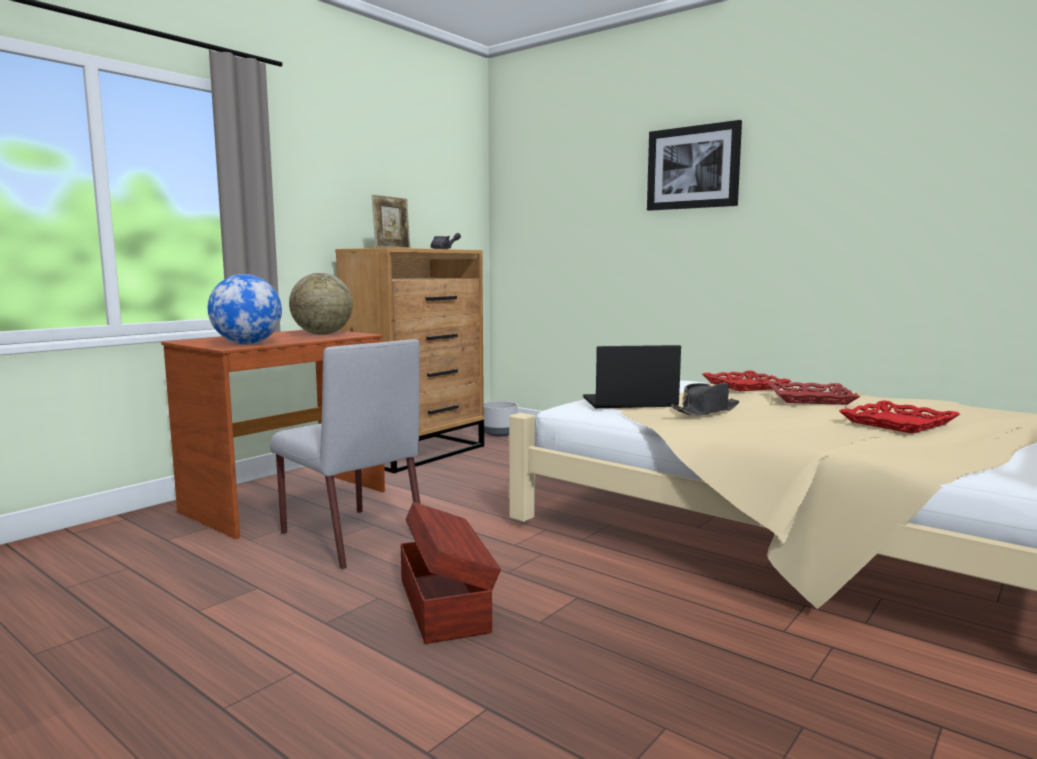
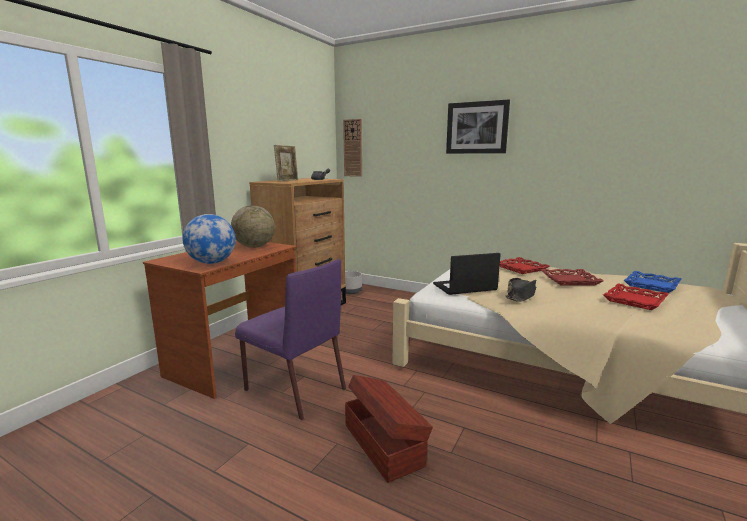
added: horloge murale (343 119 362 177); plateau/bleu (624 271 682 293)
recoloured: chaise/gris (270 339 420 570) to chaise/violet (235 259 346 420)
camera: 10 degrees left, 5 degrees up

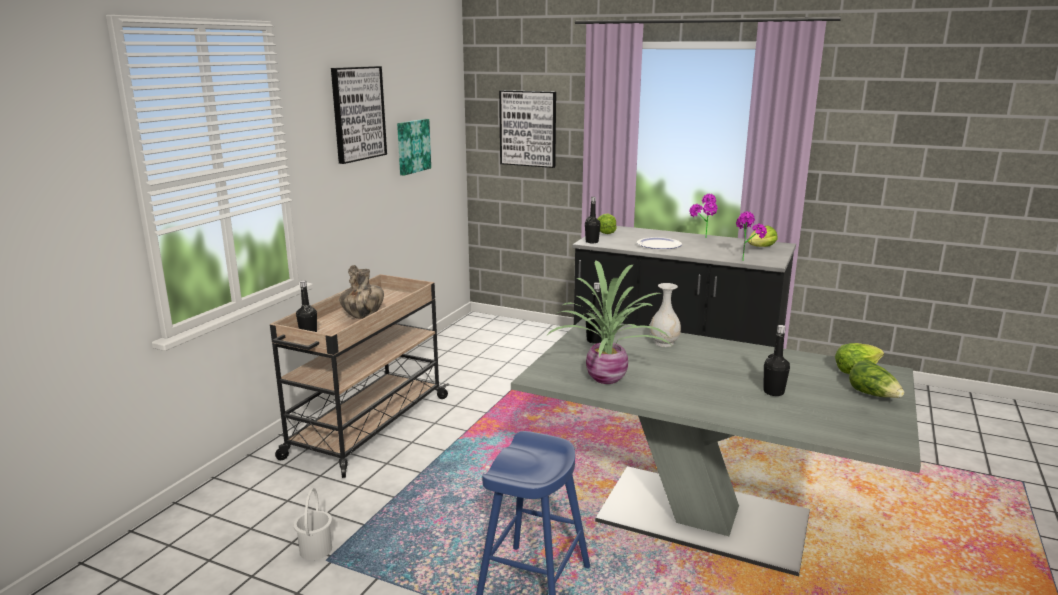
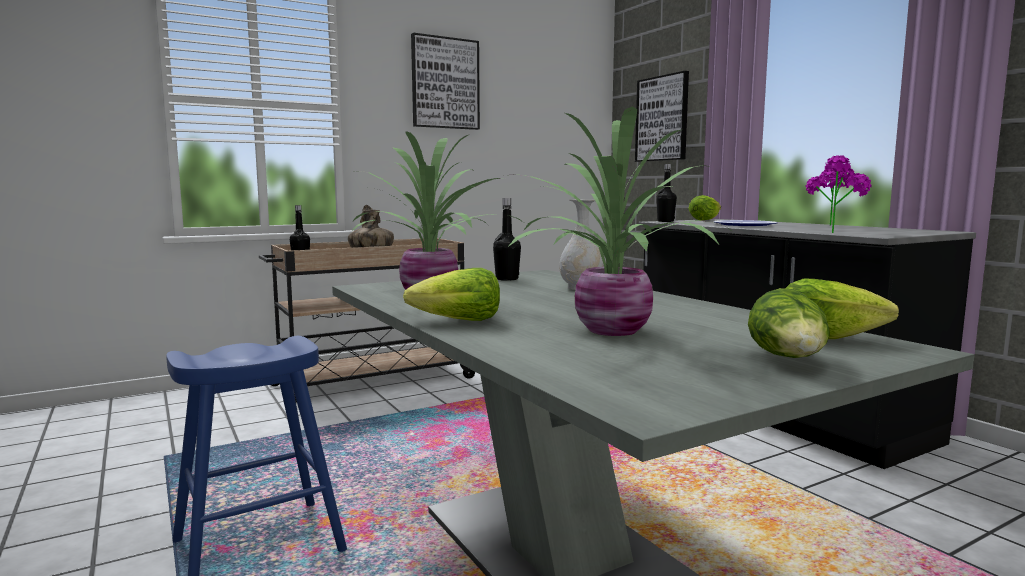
removed: tableau (397 119 431 176); seau/blanc (293 488 332 560)
moved: laitue (747 225 778 247) to (403 268 500 321)
replaced: bouteille/noir (763 325 790 396) to plante en pot (508 106 735 336)
camera: 35 degrees right, 10 degrees down

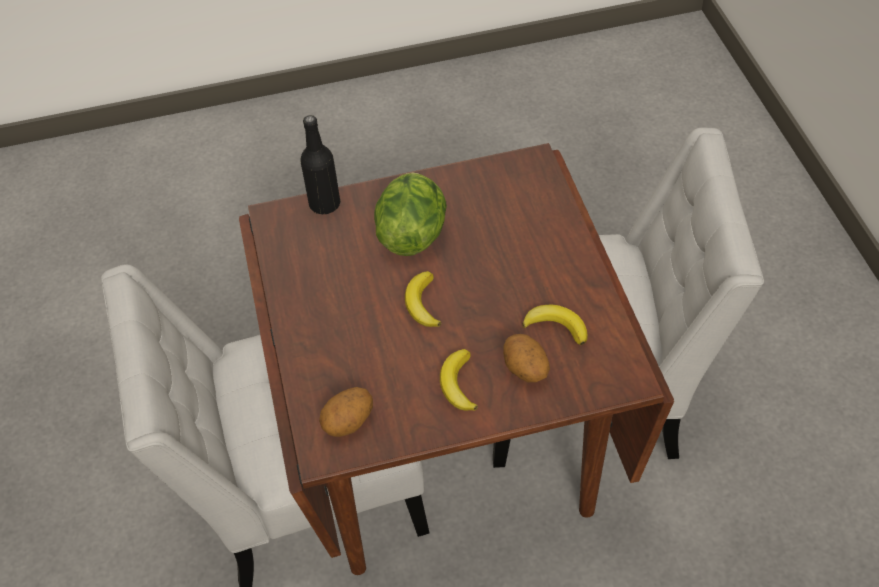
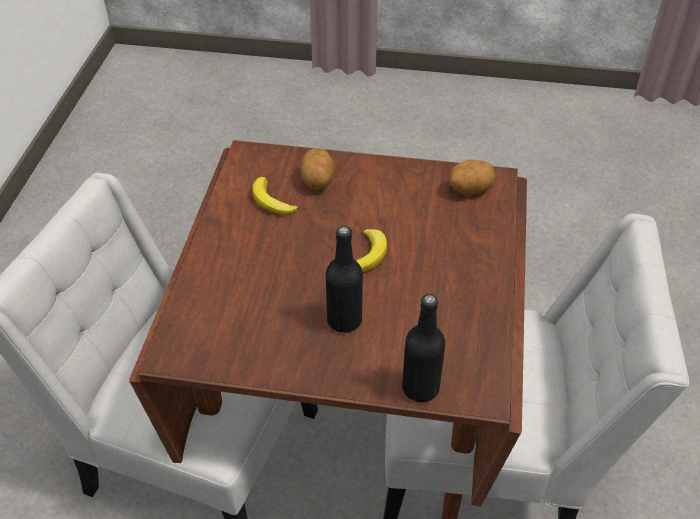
removed: banane (440 349 478 411)
replaced: laitue (374 172 447 256) to bouteille/noir (326 226 363 333)
camera: 160 degrees left, 5 degrees down

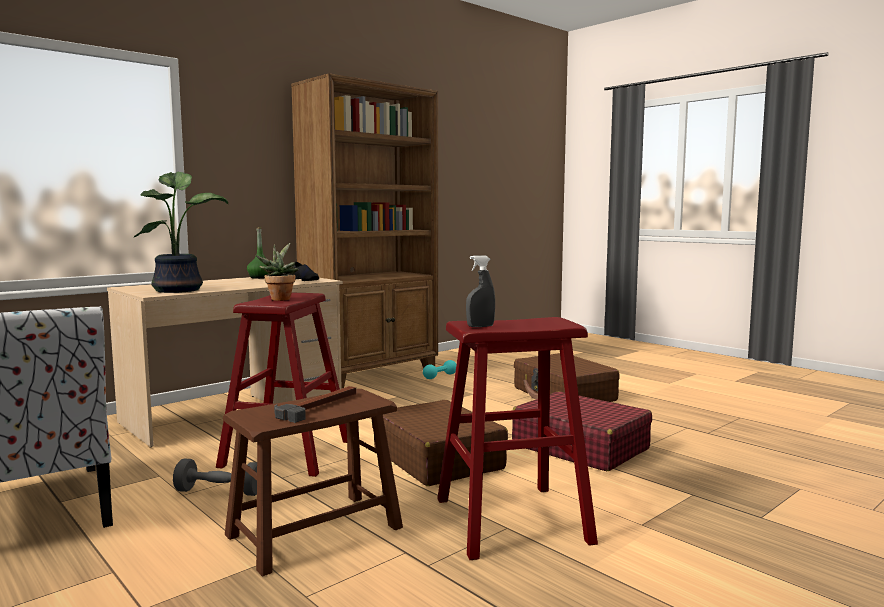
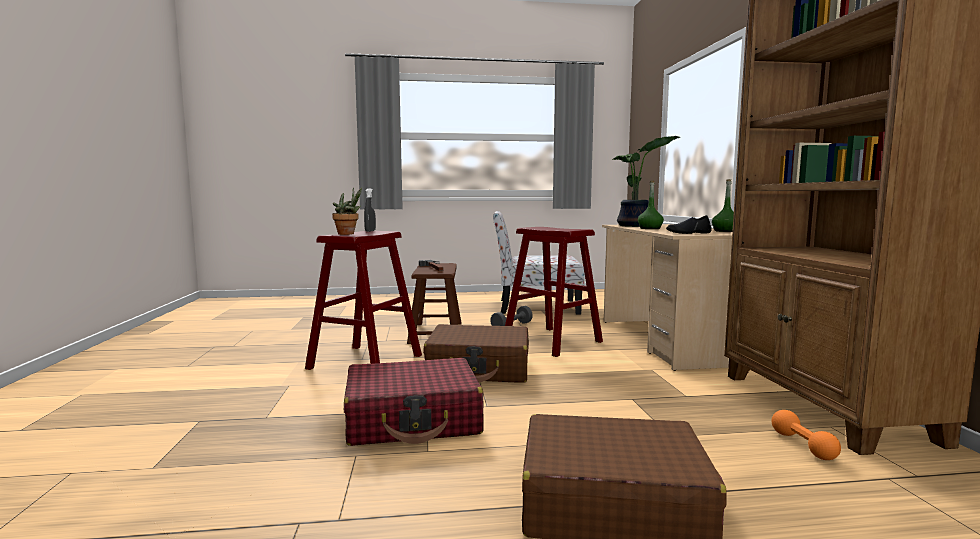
added: bouteille/vert (638 181 664 229)
moved: plante en pot (255 243 298 301) to (332 187 362 235)
recoloured: haltère/turquoise (423 360 457 379) to haltère/orange (772 410 841 460)
camera: 125 degrees right, 0 degrees up

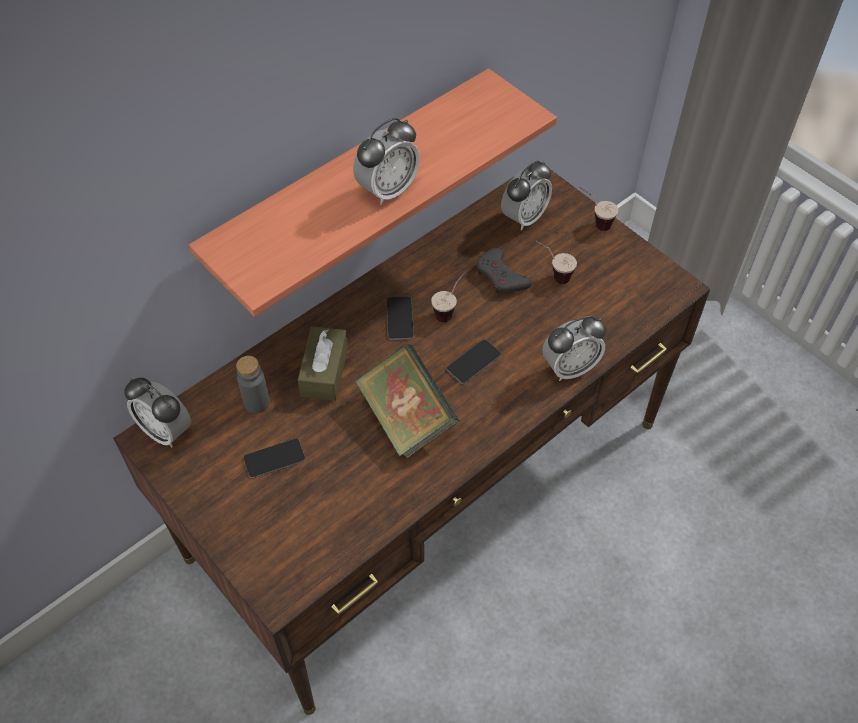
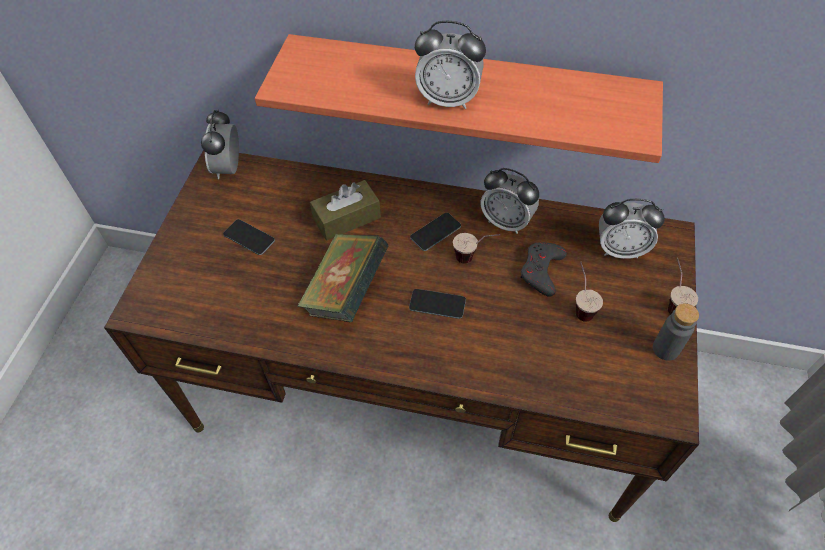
moved: réveil (542 316 606 381) to (481 168 539 234); bouteille/gris (236 356 270 413) to (653 303 699 361)
camera: 55 degrees right, 0 degrees up

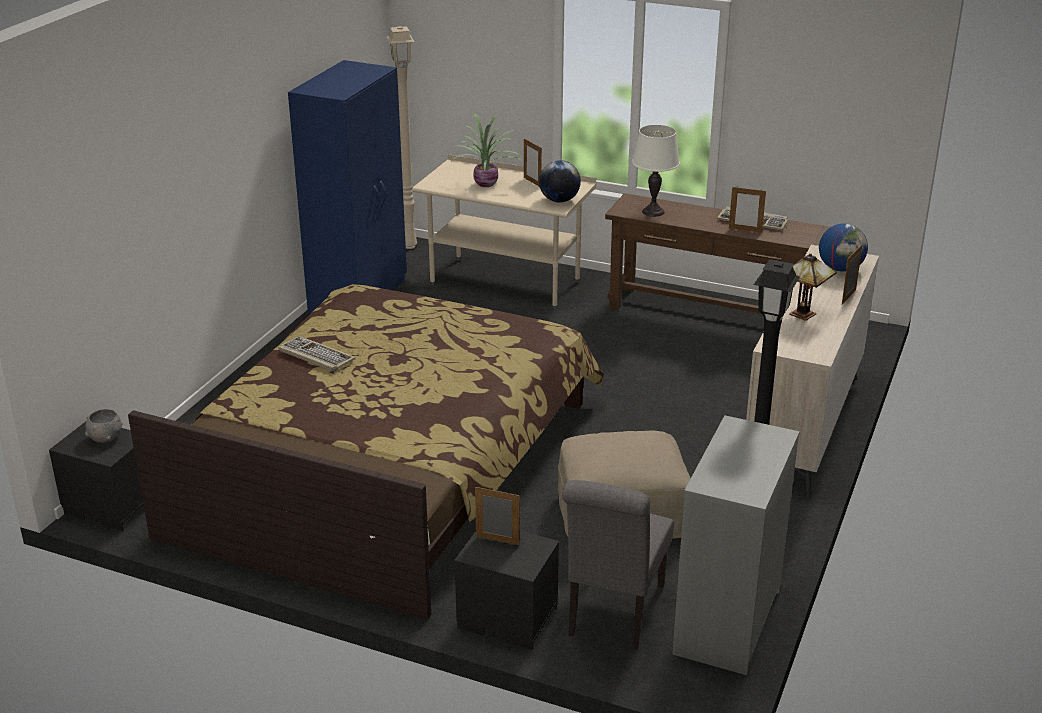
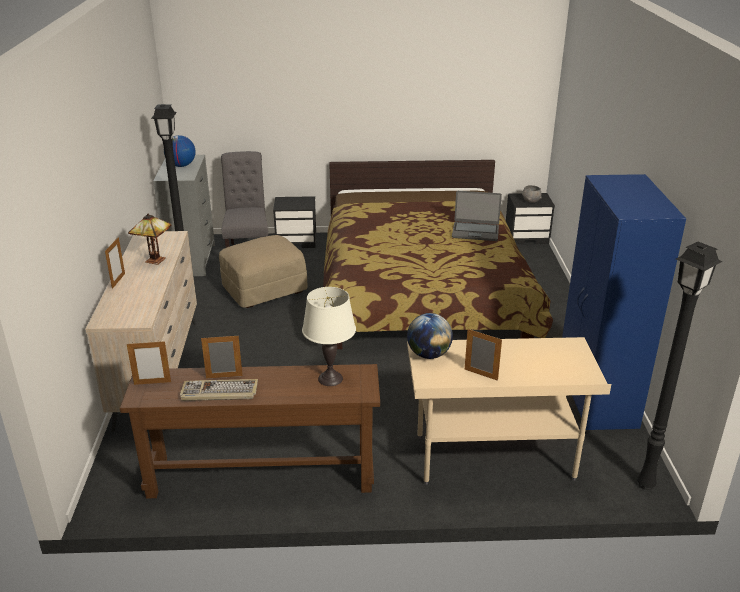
removed: plante en pot (452 114 523 187)
moved: globe (819 223 868 272) to (164 135 196 167); cadre photo (475 487 519 545) to (127 340 171 385)
replaced: clavier (278 336 355 372) to ordinateur portable (452 191 502 241)
recoloured: lampadaire/beige (387 26 417 249) to lampadaire/noir (637 242 723 490)
camera: 155 degrees right, 0 degrees up

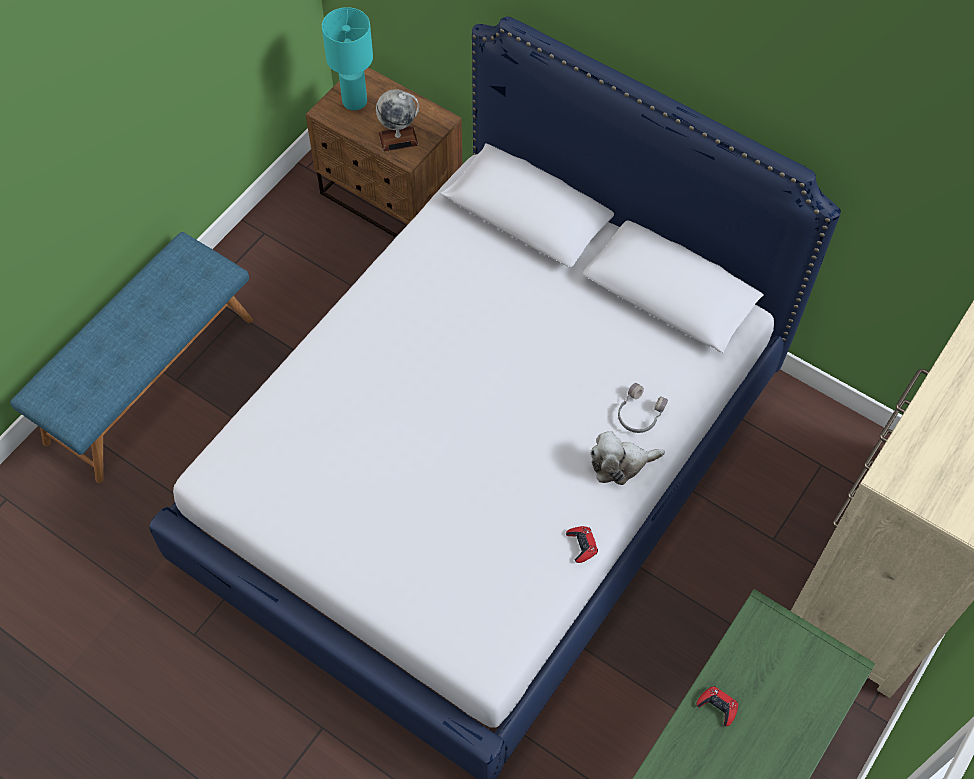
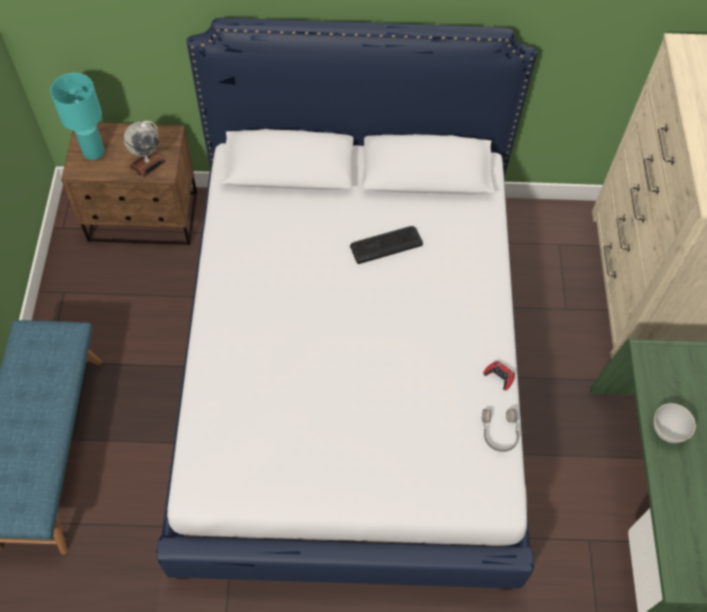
removed: peluche (590 431 665 485)
added: clavier (350 226 423 264)
moved: casque audio/gris (618 383 668 433) to (482 409 519 452)
replaced: manette/rouge (696 686 738 726) to bol/gris (653 403 696 443)
camera: 35 degrees left, 0 degrees up

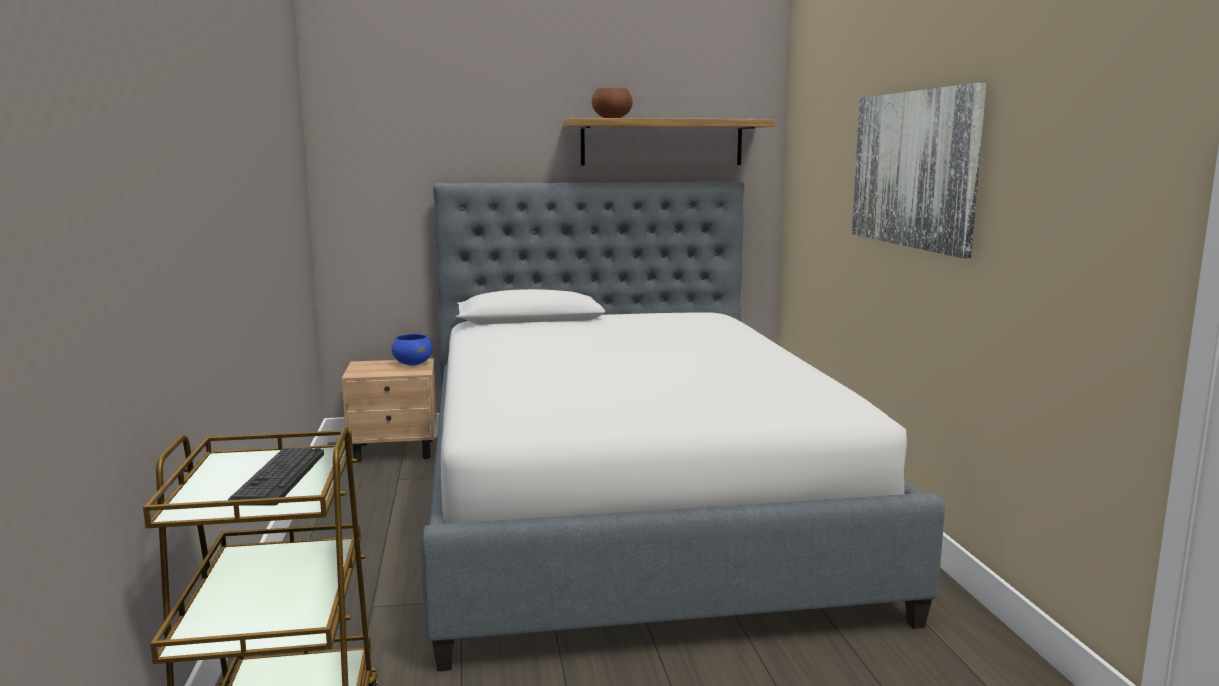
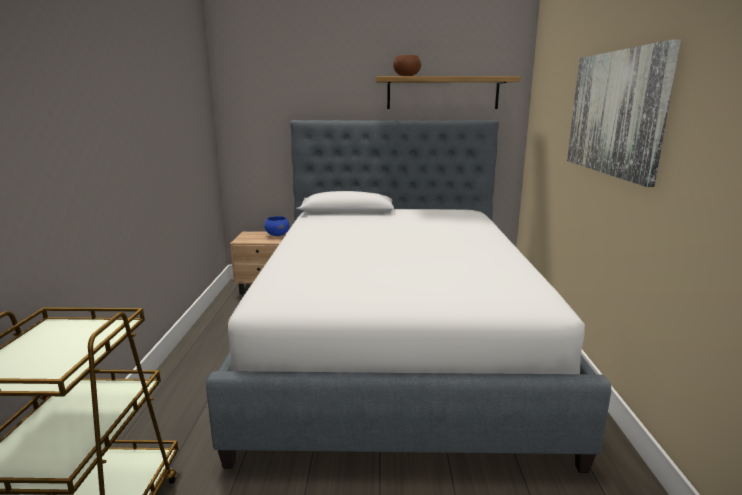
removed: clavier (228 448 324 506)
camera: 10 degrees right, 5 degrees up

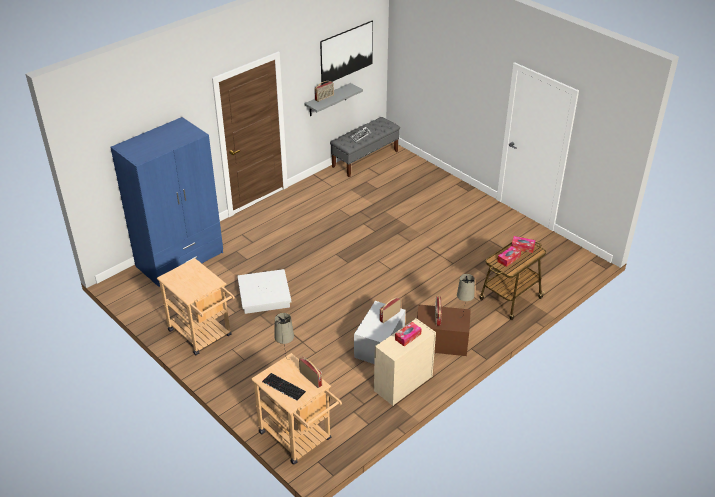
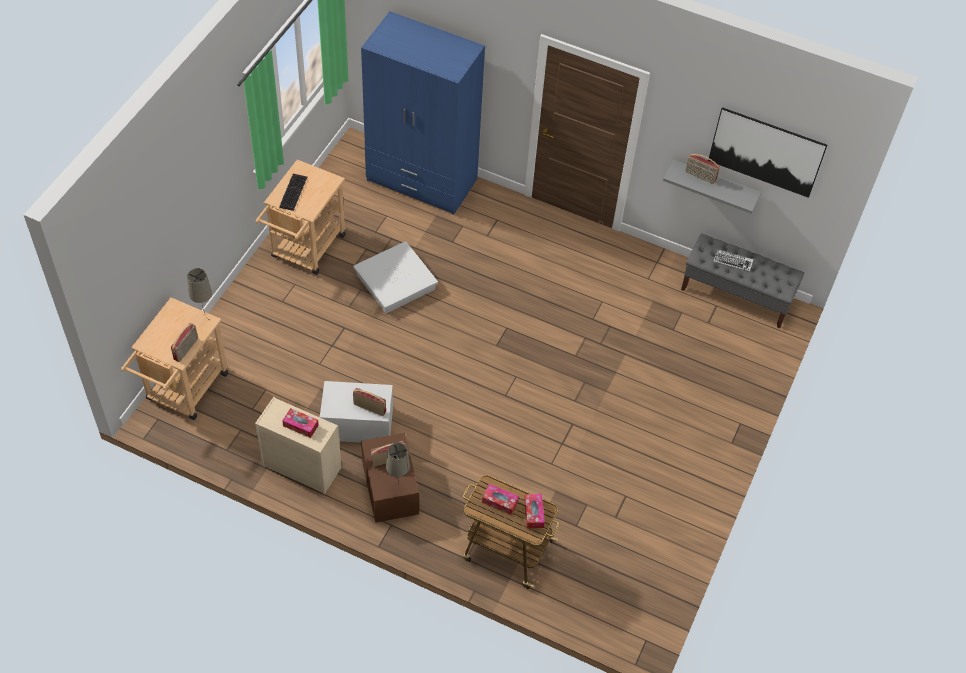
moved: clavier (262 373 306 401) to (279 174 307 211)
camera: 65 degrees right, 15 degrees up

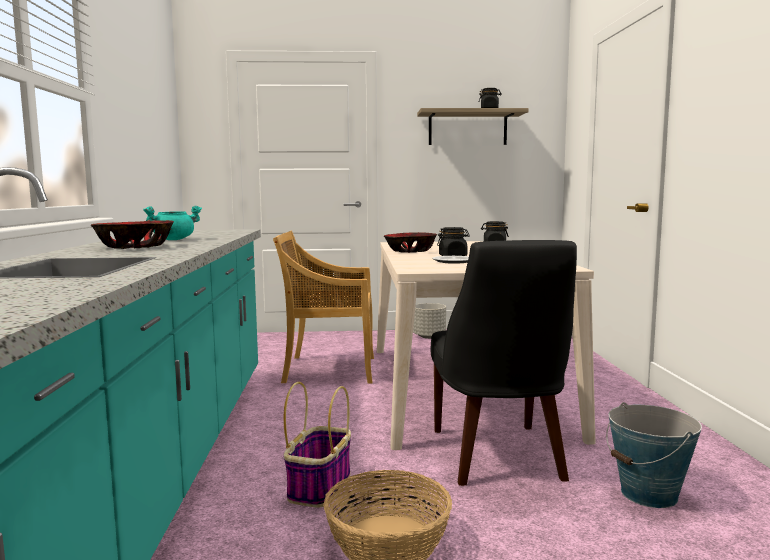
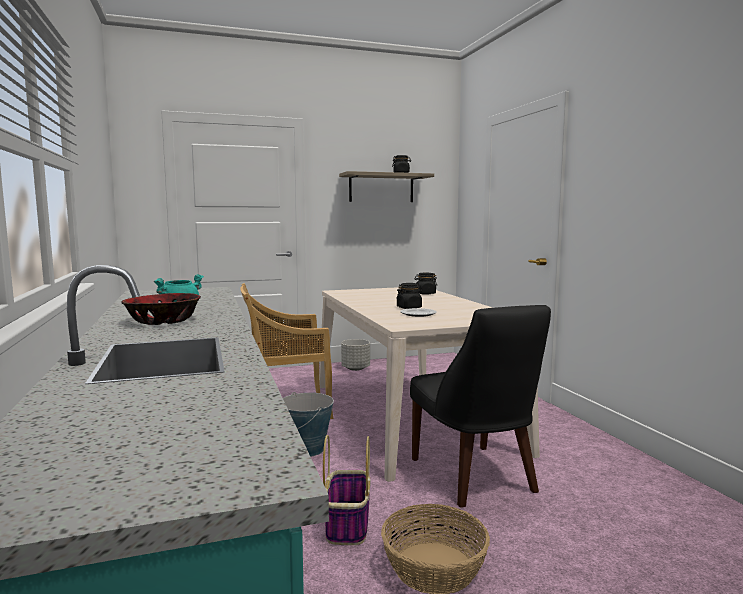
removed: bol (384 232 437 253)
moved: seau (606 402 702 508) to (283 392 334 457)
camera: 15 degrees left, 0 degrees up

